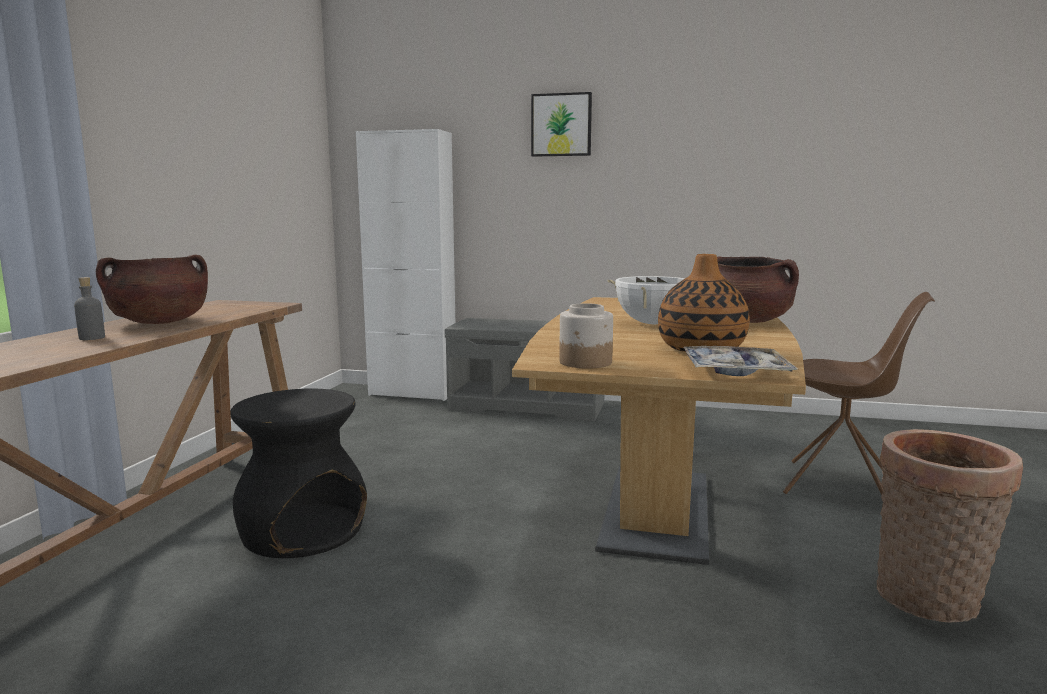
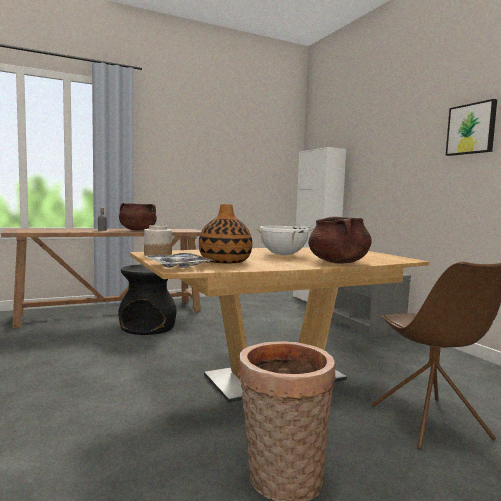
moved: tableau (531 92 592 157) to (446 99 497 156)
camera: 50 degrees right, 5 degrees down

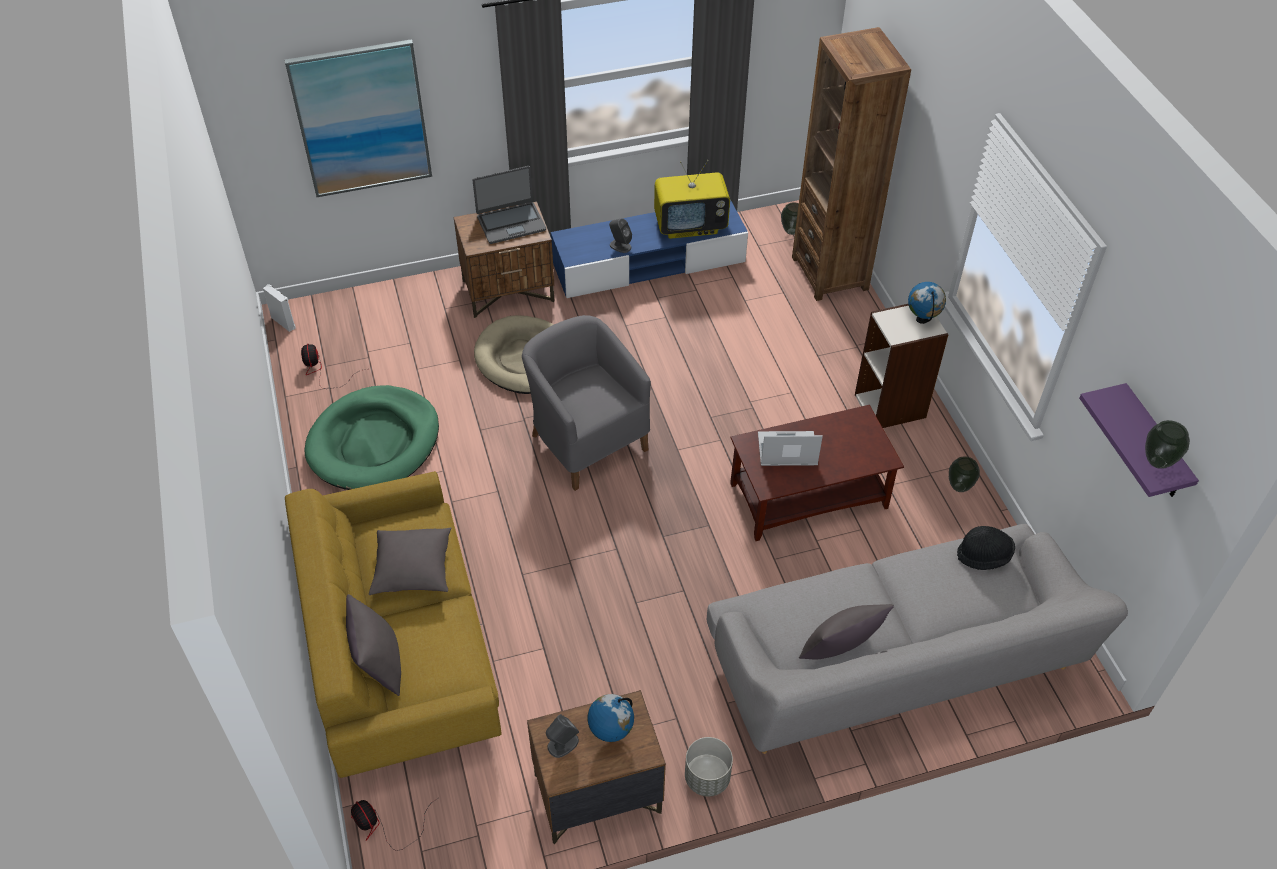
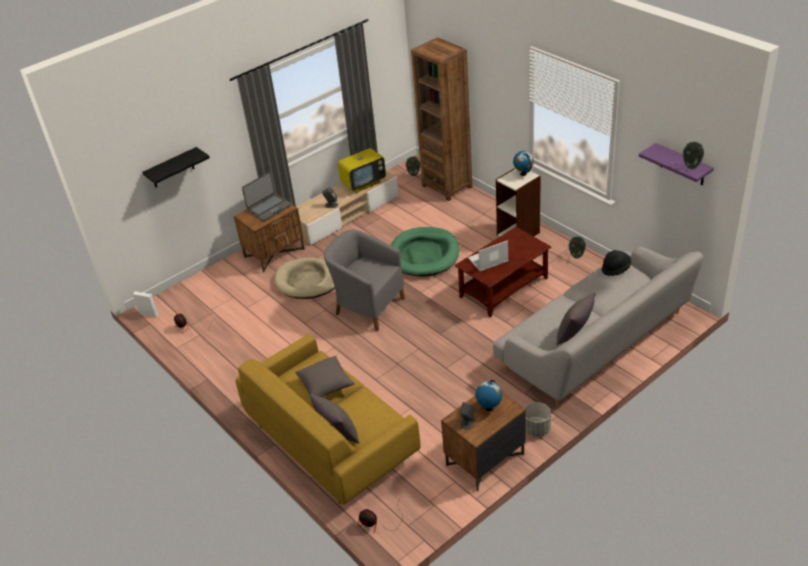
moved: panier pour chien/vert (304 385 439 490) to (391 227 459 277)
replaced: tableau (285 39 432 197) to étagère/noir (142 147 210 187)
recoloured: meuble télé/bleu (551 199 748 298) to meuble télé/beige (297 171 399 246)
camera: 20 degrees left, 10 degrees down

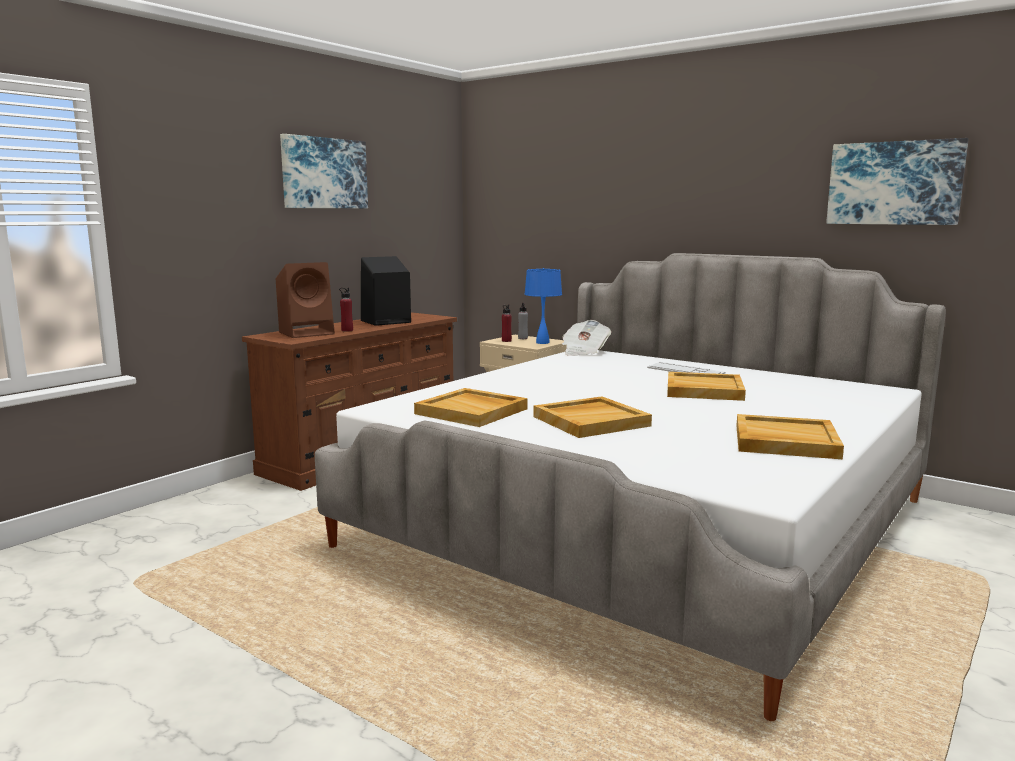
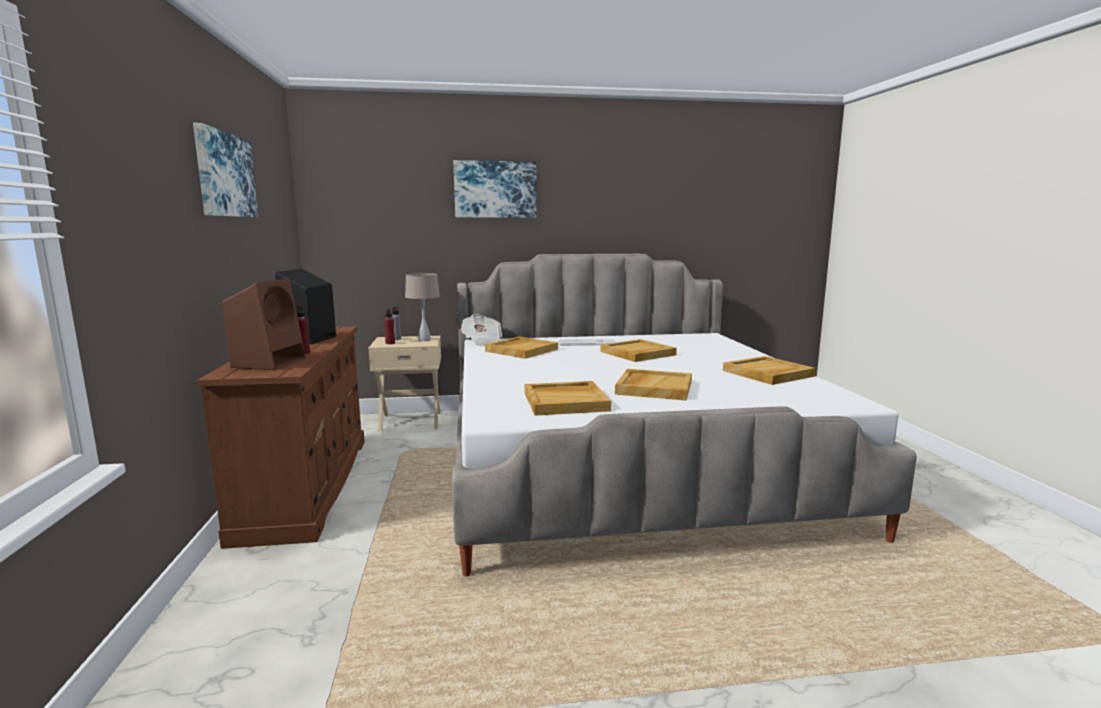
added: plateau/beige (485 337 558 359)
moved: tableau (826 138 969 225) to (453 160 537 218)
recoloured: lampe de table/bleu (524 268 562 344) to lampe de table/beige (405 273 440 341)
camera: 45 degrees left, 0 degrees up

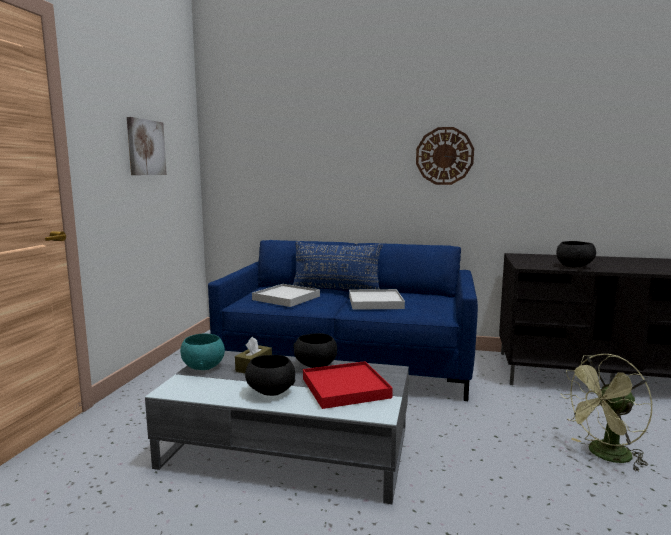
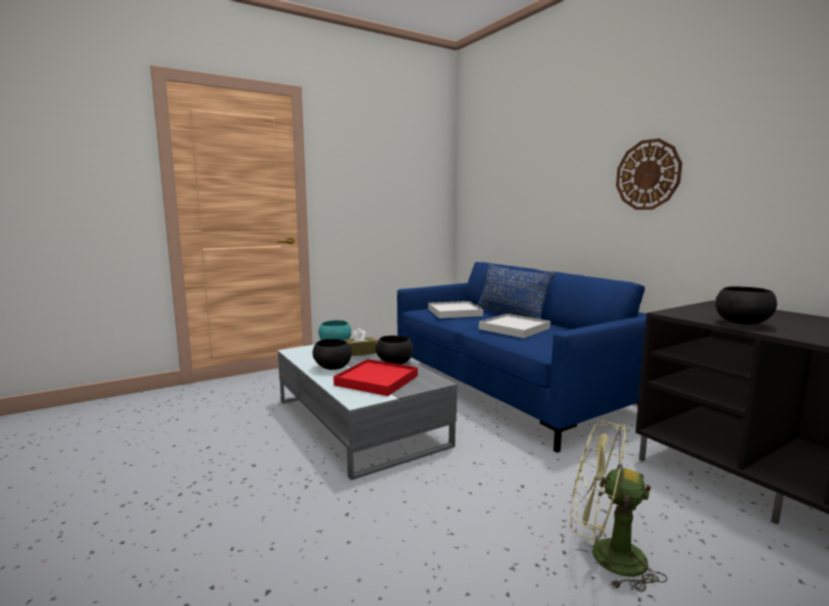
removed: tableau (127 117 167 175)
camera: 45 degrees right, 0 degrees up

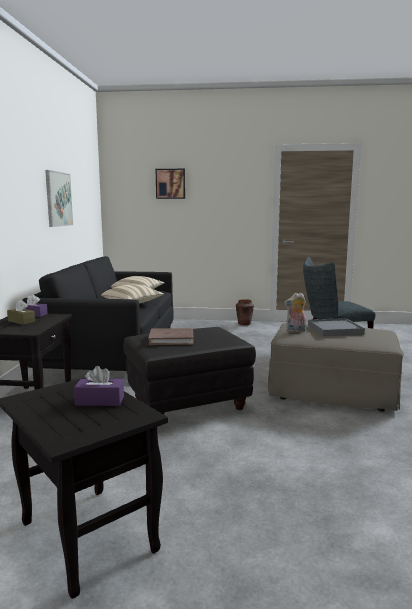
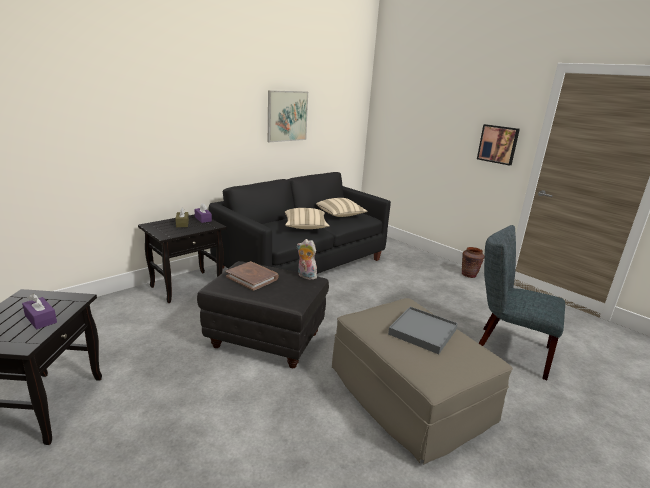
moved: tableau (156 169 185 199) to (477 124 520 166); peluche (284 293 306 333) to (297 239 317 280)
camera: 40 degrees right, 10 degrees up

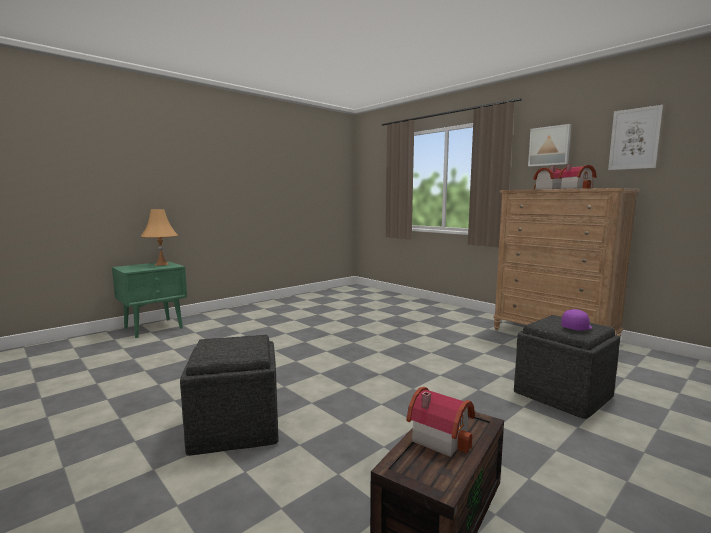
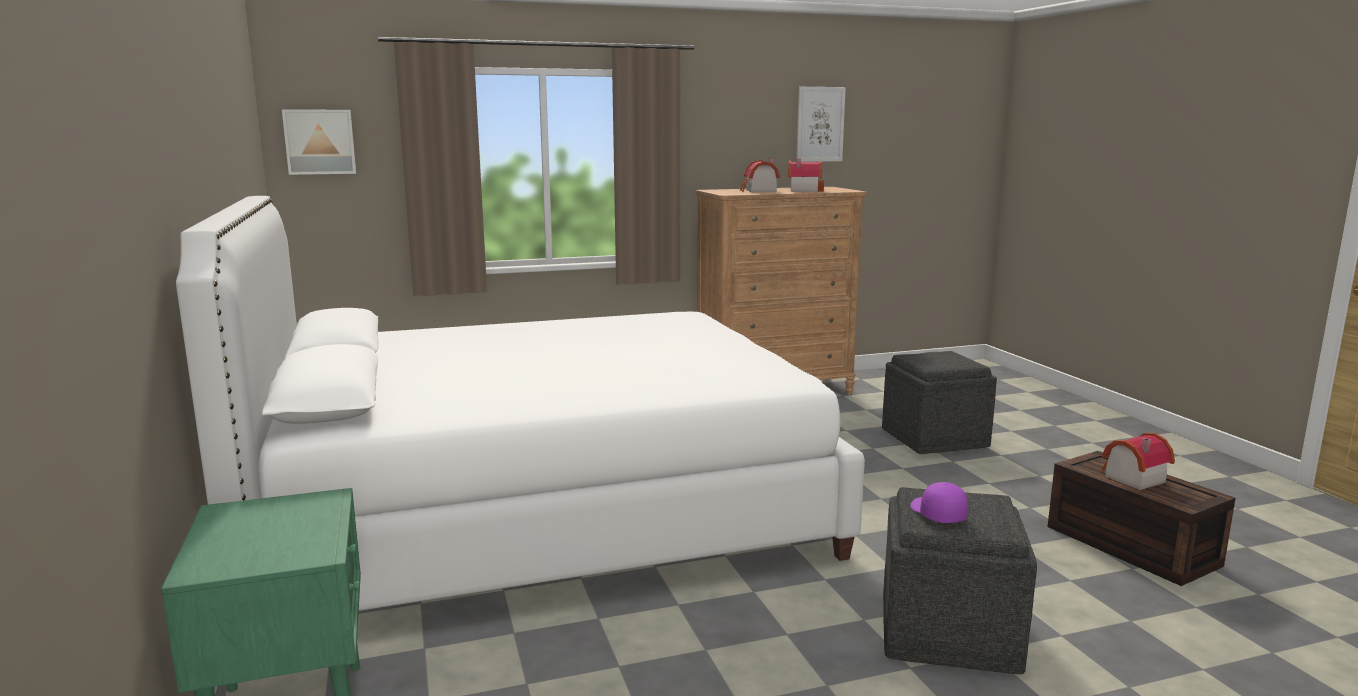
removed: lampe de table/orange (141 209 178 266)
added: lit/blanc (176 196 865 611)
moved: tableau (528 124 571 167) to (282 109 356 175); casquette/violet (561 309 592 330) to (910 482 968 523)
camera: 65 degrees left, 5 degrees up

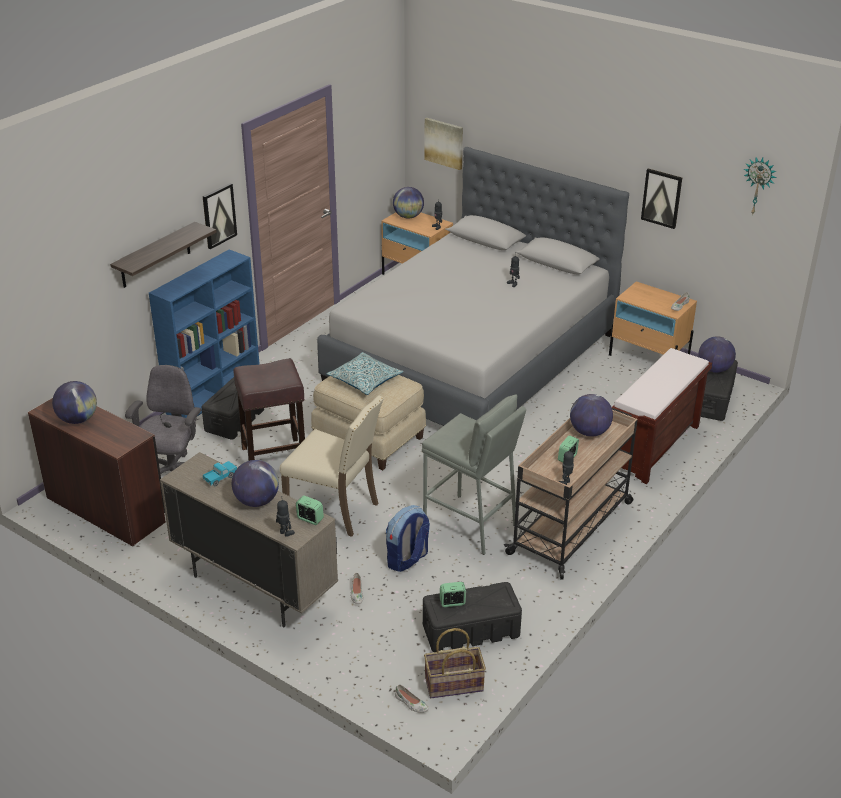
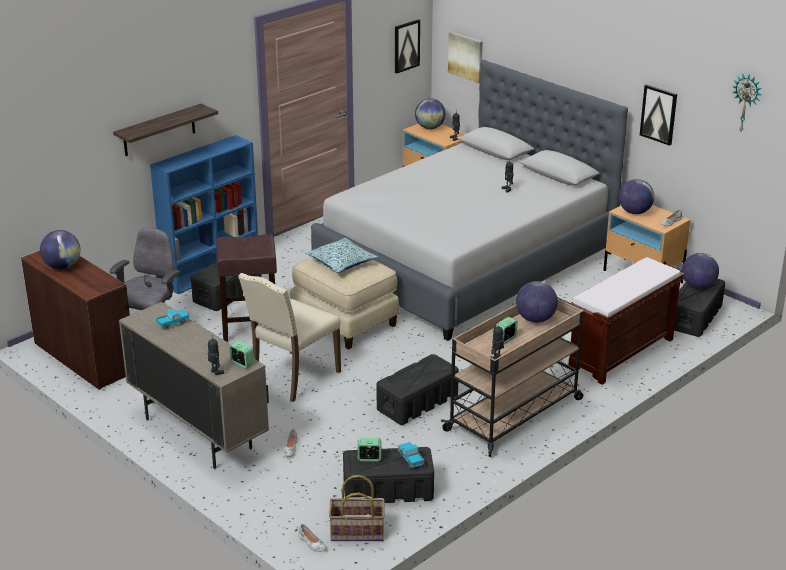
removed: sac à dos (386 505 430 572)
added: camion jouet (398 442 424 468)
moved: tableau (202 183 237 249) to (395 19 420 73); globe (232 460 279 507) to (619 179 654 214)
replaced: tabouret/gris (422 394 526 555) to boîte de rangement/noir (377 354 459 425)
turned: chaise/beige (279 395 384 537) = (238 273 341 402) 90 degrees clockwise
camera: 10 degrees right, 5 degrees down

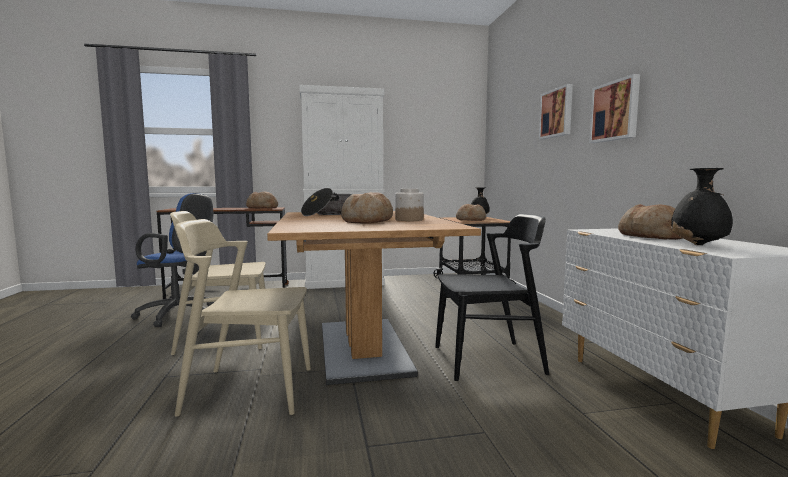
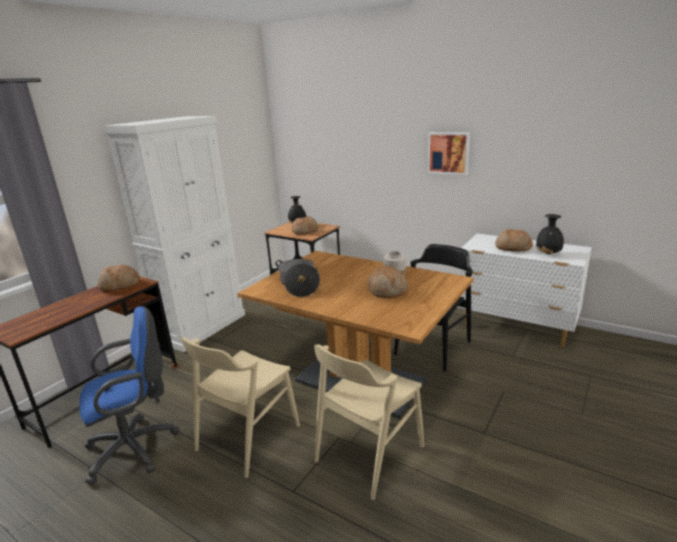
removed: tableau (539 84 573 139)
camera: 45 degrees left, 15 degrees up

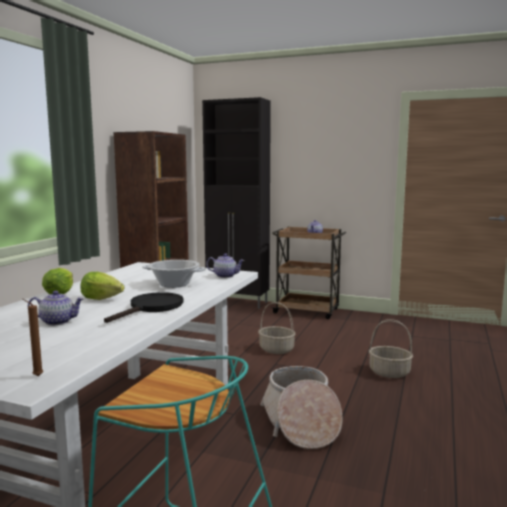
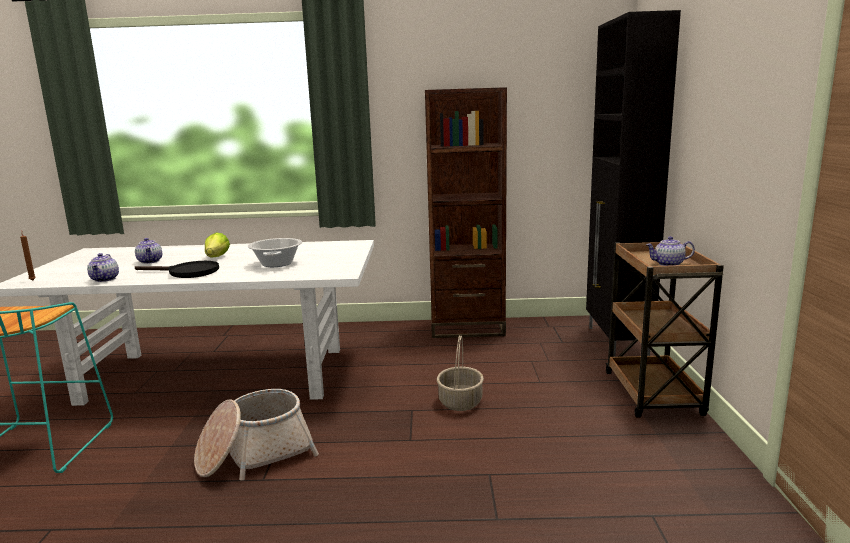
removed: laitue (42 268 73 294); panier (369 319 413 378)
moved: théière (206 253 244 278) to (87 253 119 282)
camera: 70 degrees right, 5 degrees up

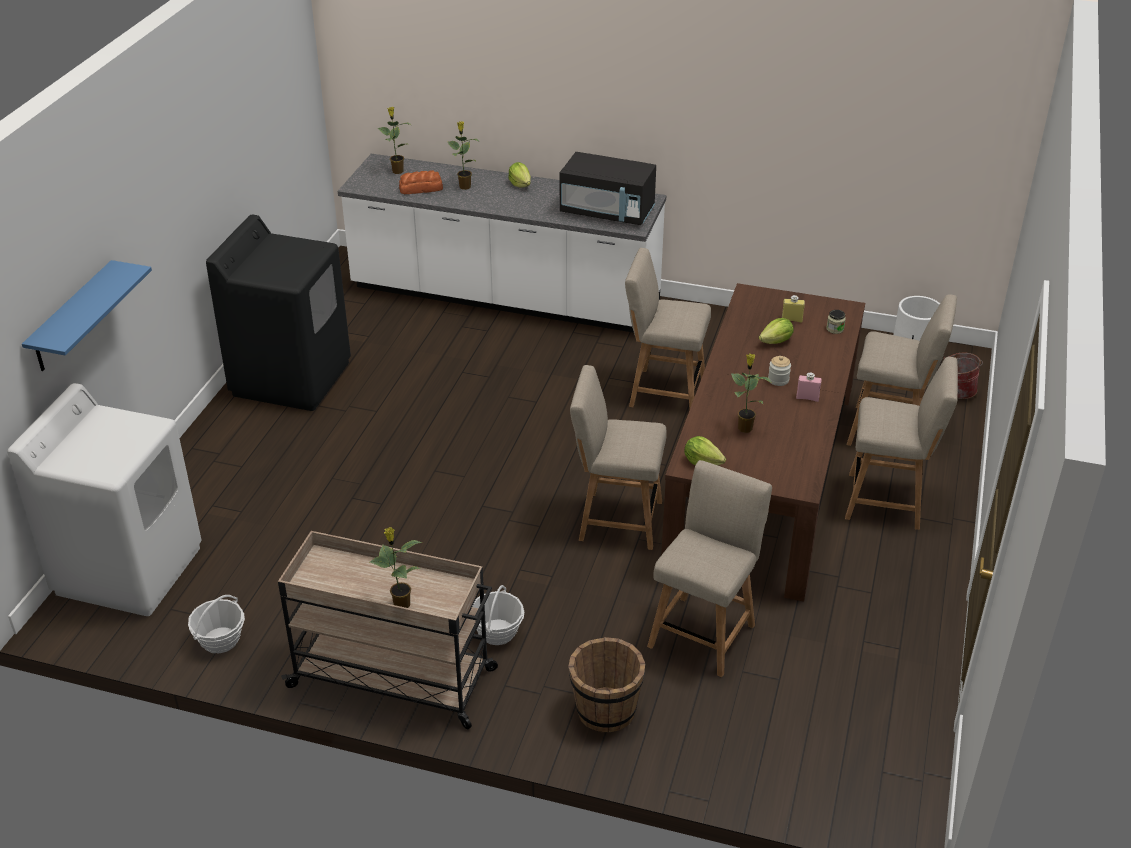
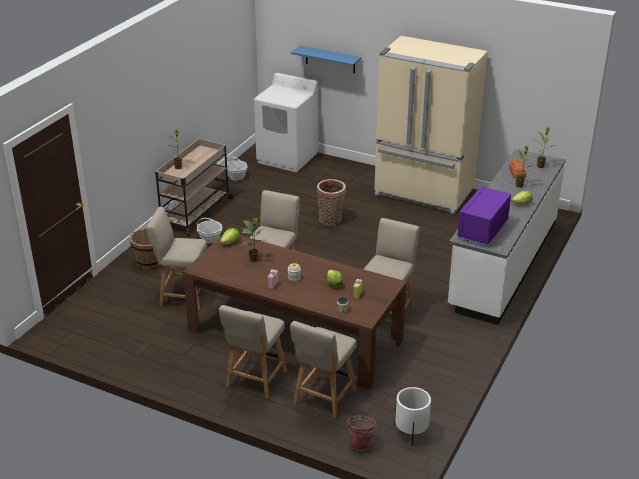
added: panier (317 179 346 226)
replaced: lave-linge/noir (206 215 351 411) to réfrigérateur/beige (374 36 488 215)
recoloured: micro-ondes/noir (560 152 656 225) to micro-ondes/violet (457 186 511 246)
turned: chaise/beige (647 460 772 677) = (146 207 207 310) 150 degrees clockwise
camera: 100 degrees right, 5 degrees down

